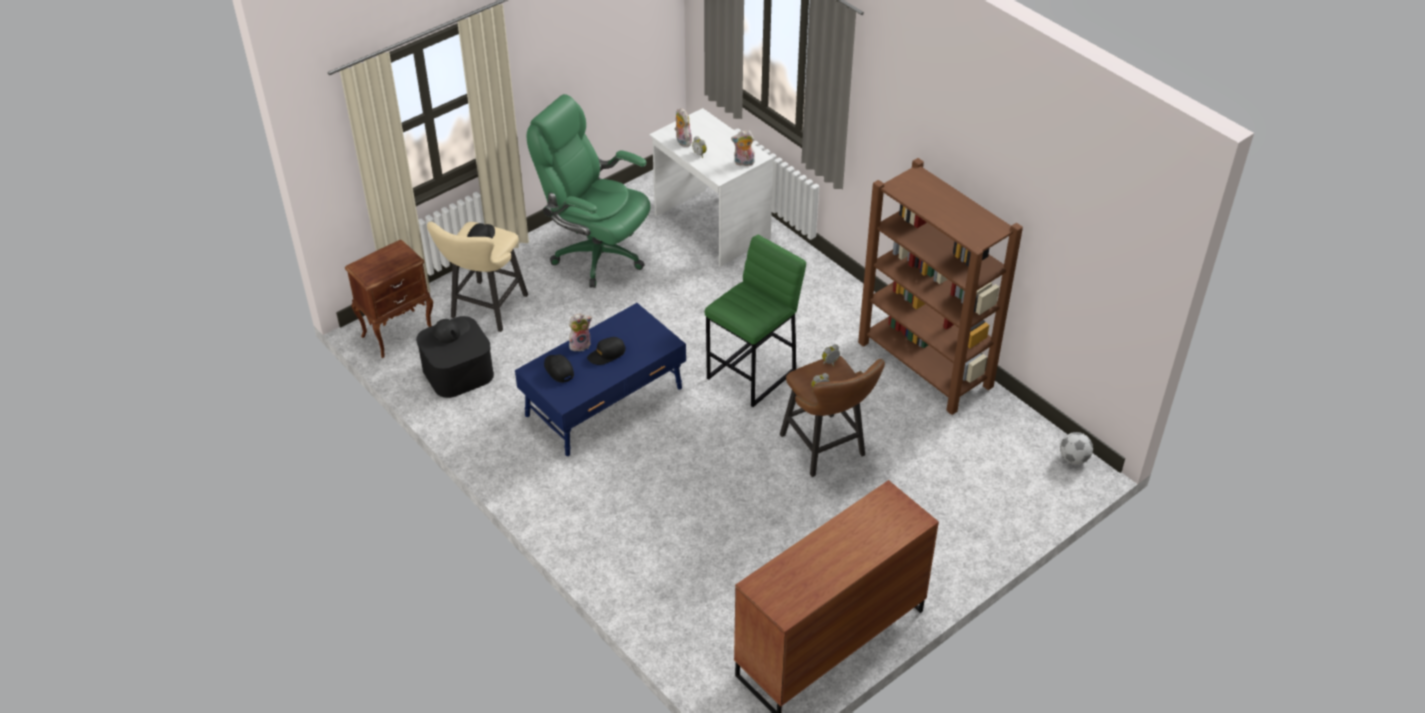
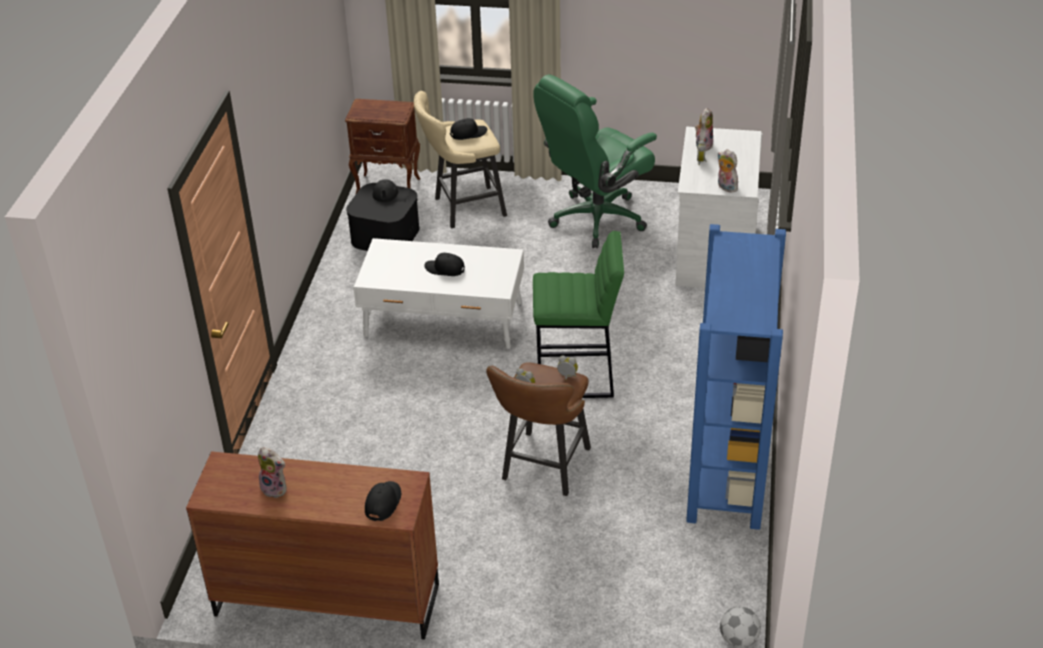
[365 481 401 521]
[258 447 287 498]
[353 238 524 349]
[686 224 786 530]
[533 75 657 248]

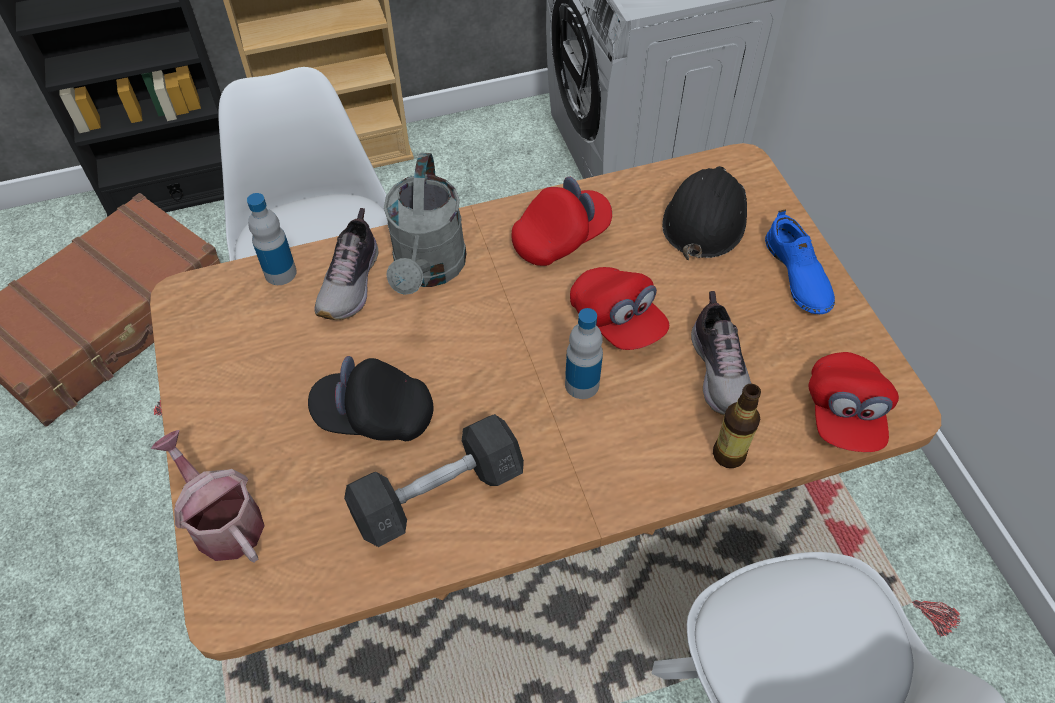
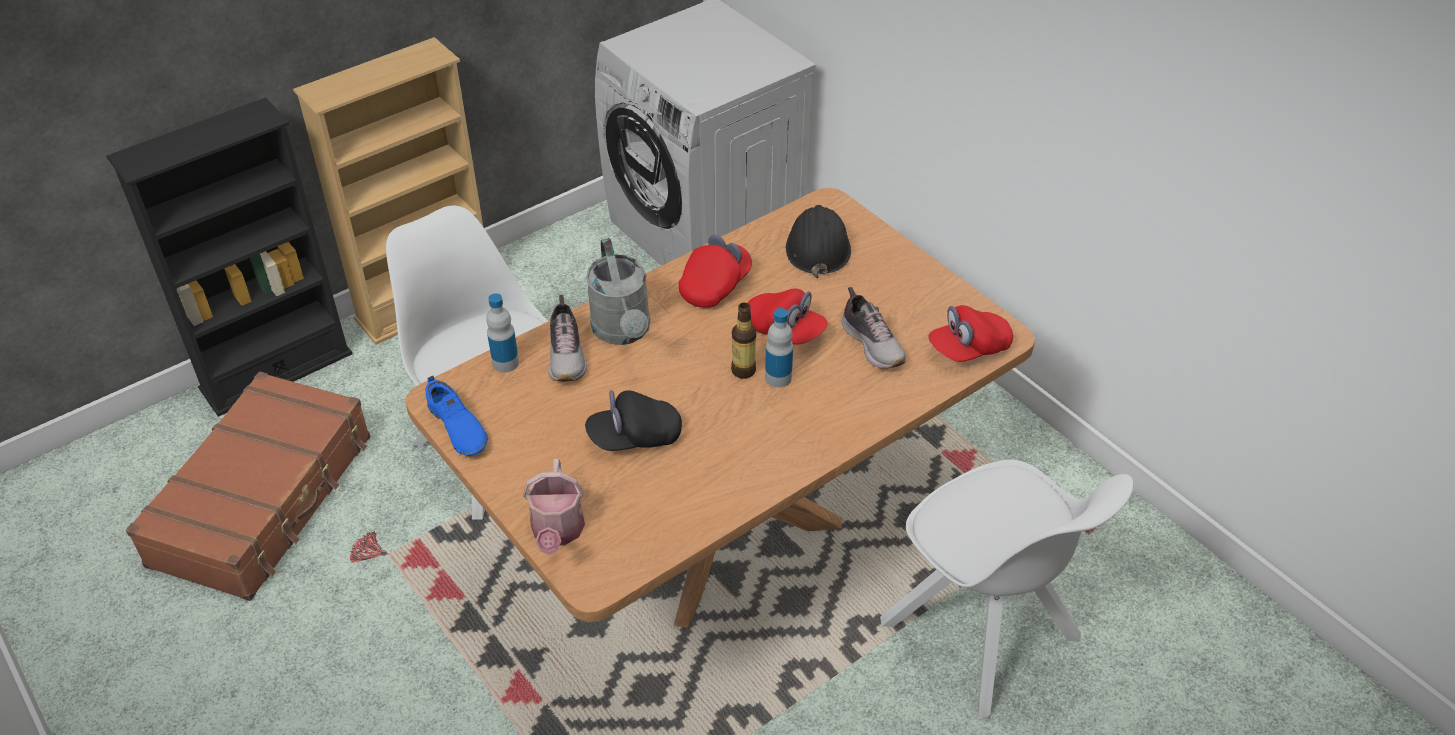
[344 414 524 547] (first image)
[731 303 756 379]
[426 376 488 456]
[523 459 585 555]
[928 305 1013 362]

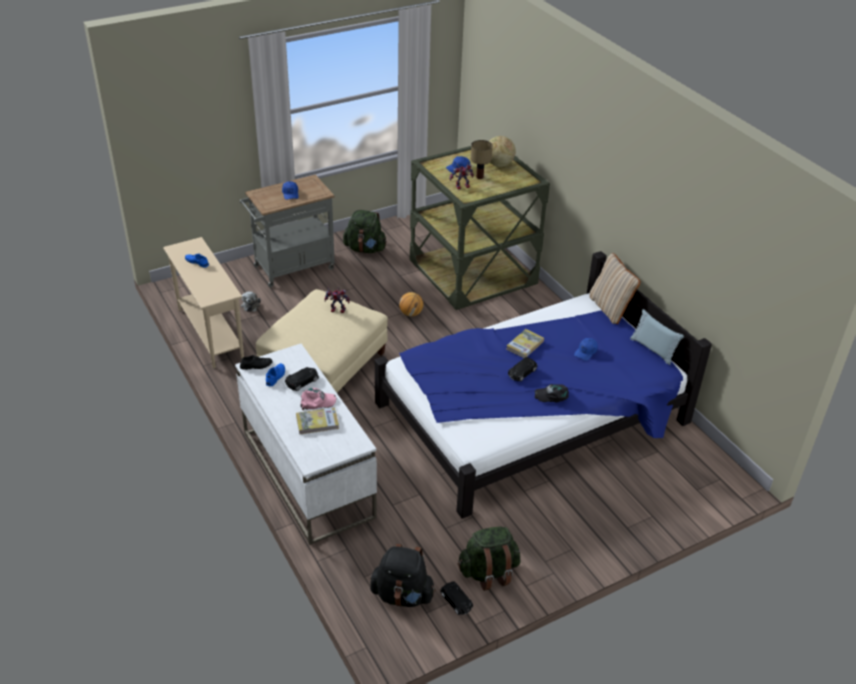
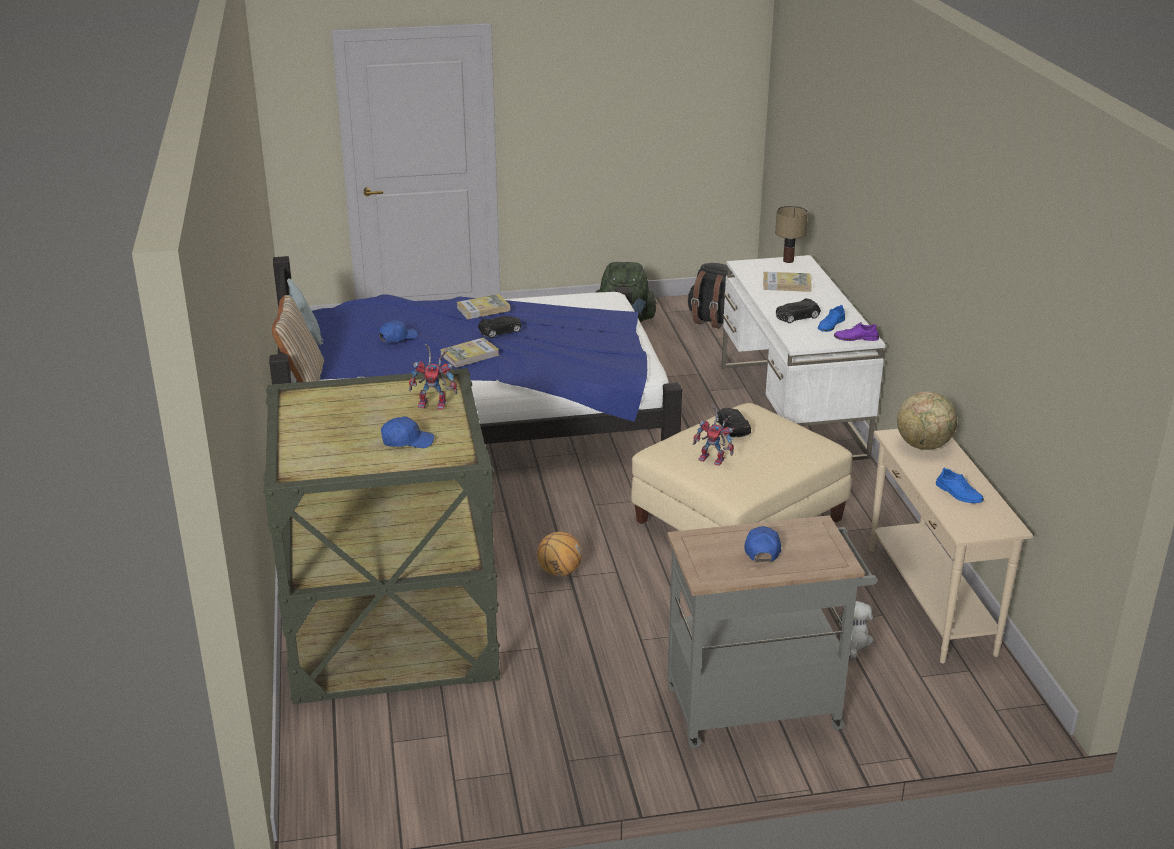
[300 388 337 410] (first image)
[343 210 387 253] (first image)
[715 408 751 438]
[775 206 808 263]
[897 391 957 450]
[457 294 511 319]
[834 322 879 341]

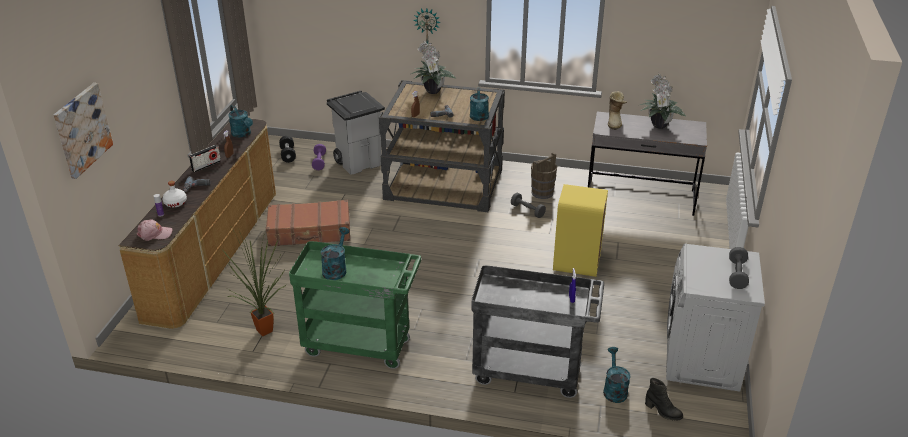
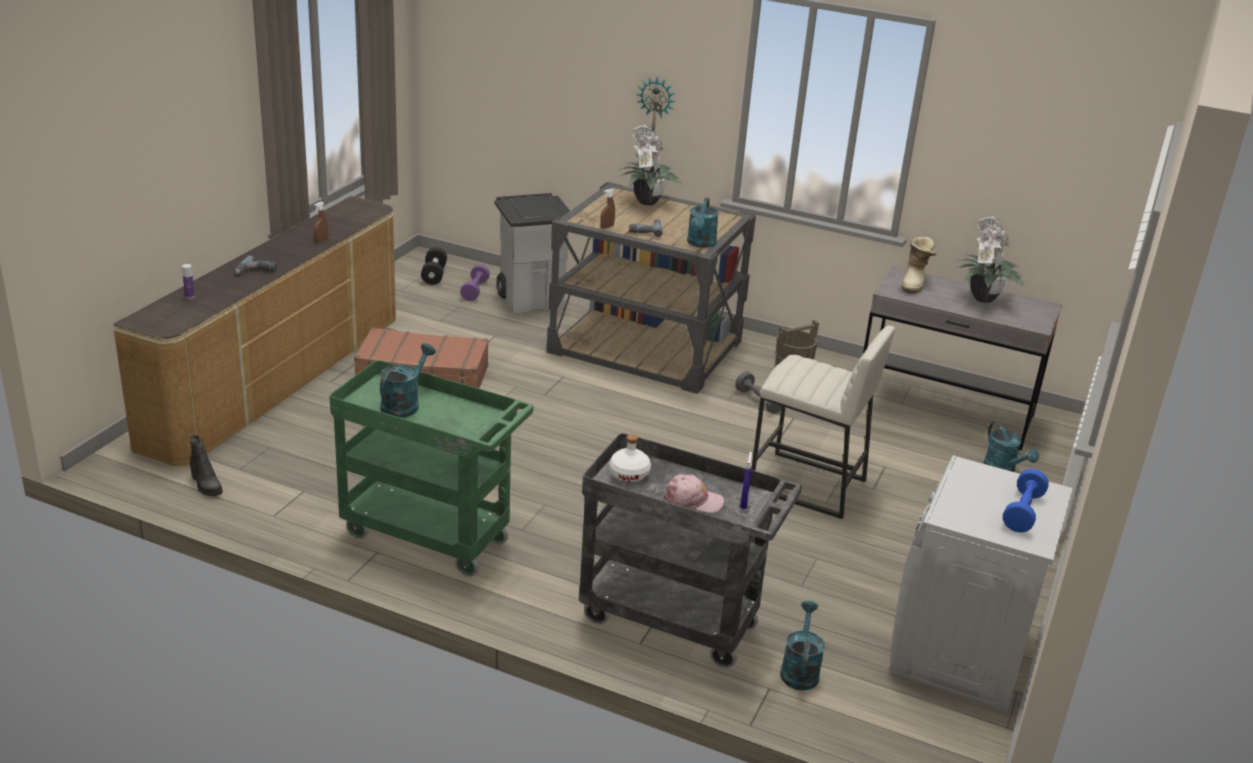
[54 83 113 179] (first image)
[189 145 221 172] (first image)
[223 230 286 336] (first image)
[664 474 724 513]
[609 434 651 482]
[984 421 1039 472]
[190 435 223 496]
[751 325 895 519]
[1003 469 1049 533]

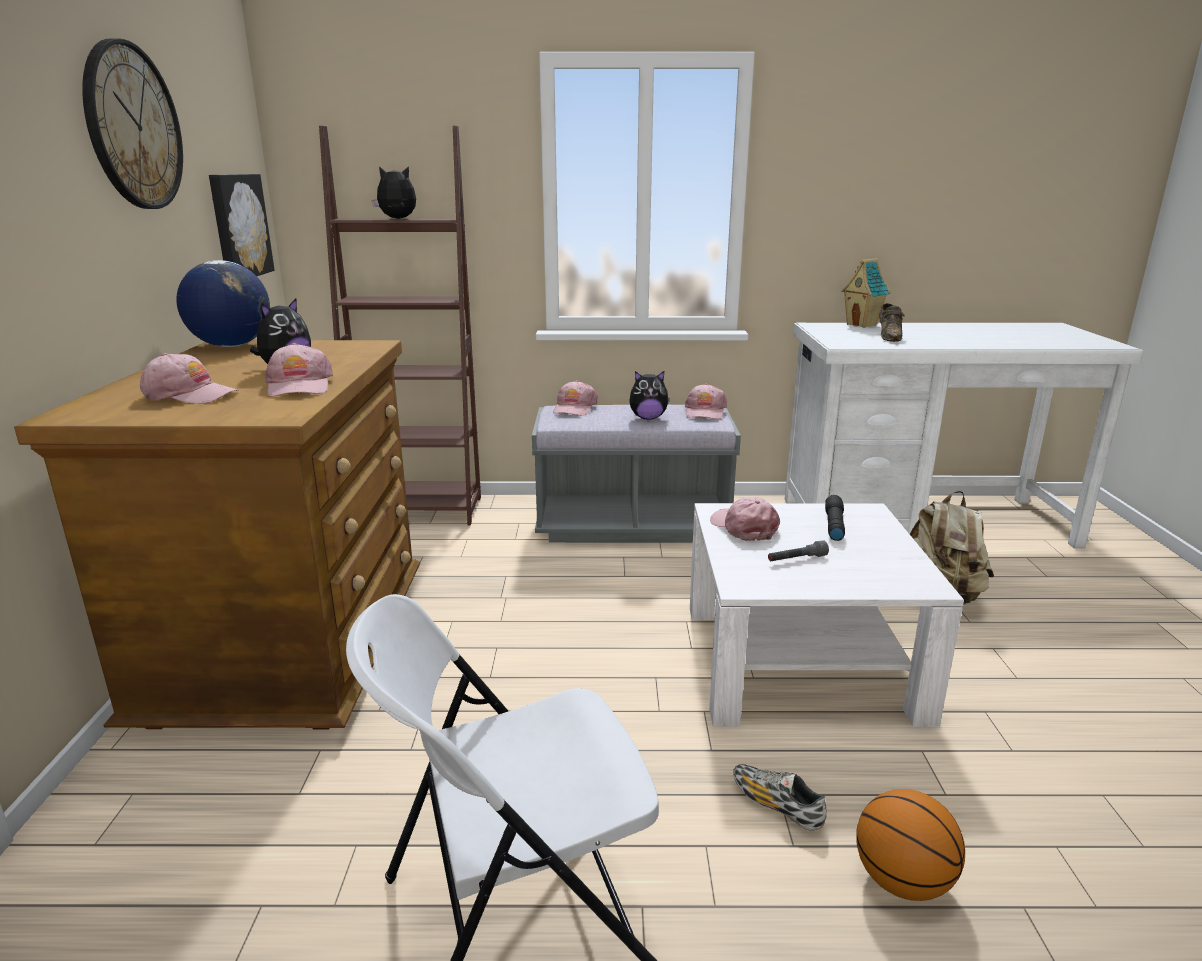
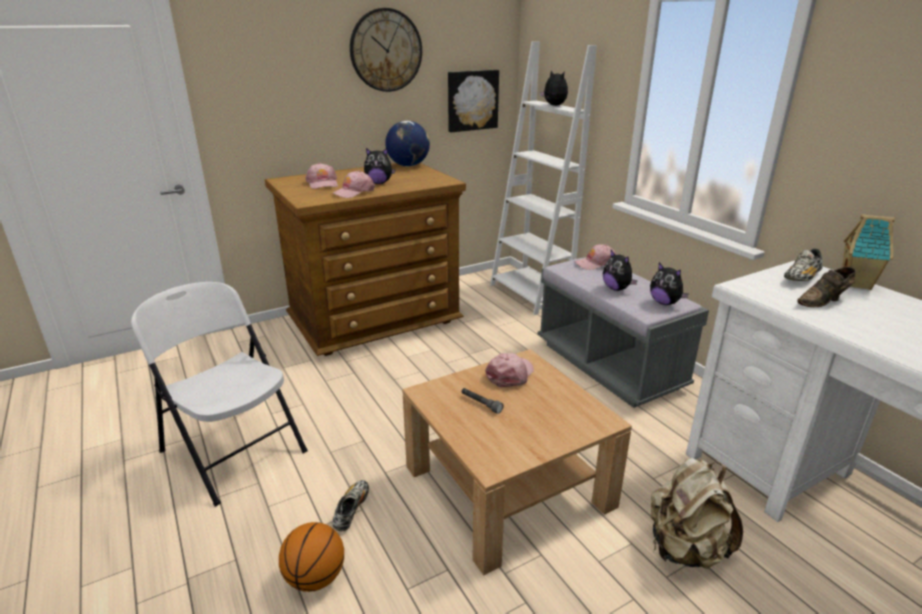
[825 495 845 541] (first image)
[784 249 823 281]
[650 263 689 305]
[490 41 597 315]
[402 349 632 575]

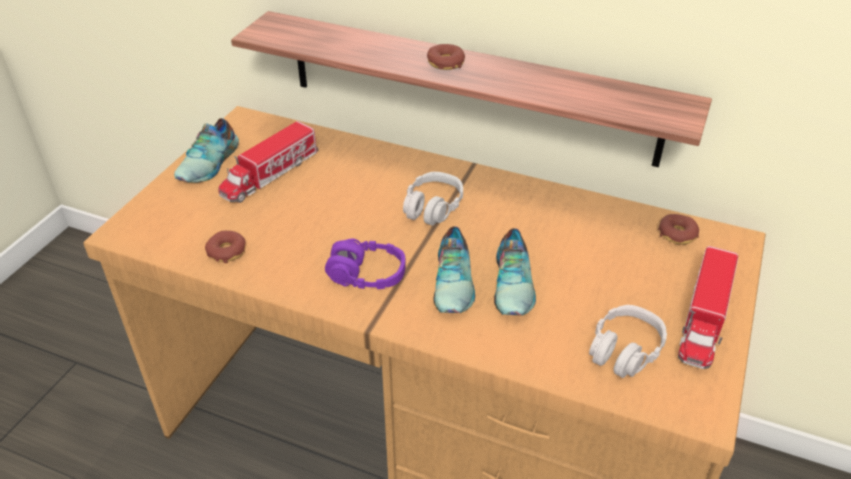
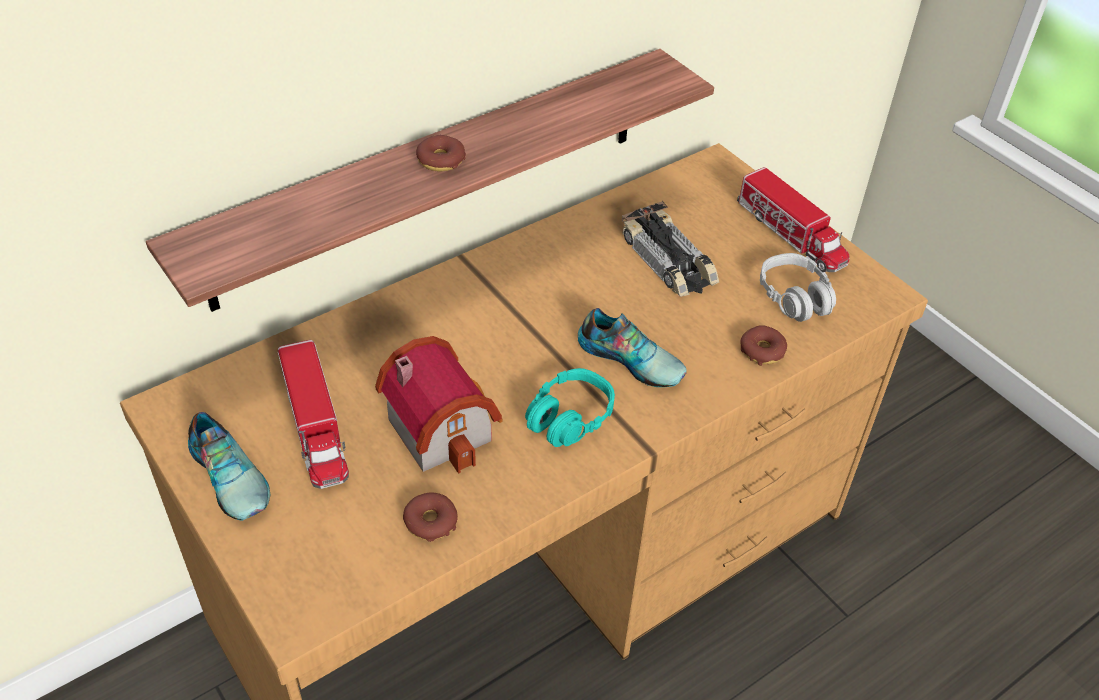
[403 172 463 226] (first image)
[494 228 536 315] (first image)
[375 336 503 474]
[622 201 719 297]
[741 325 787 366]
[525 368 615 447]

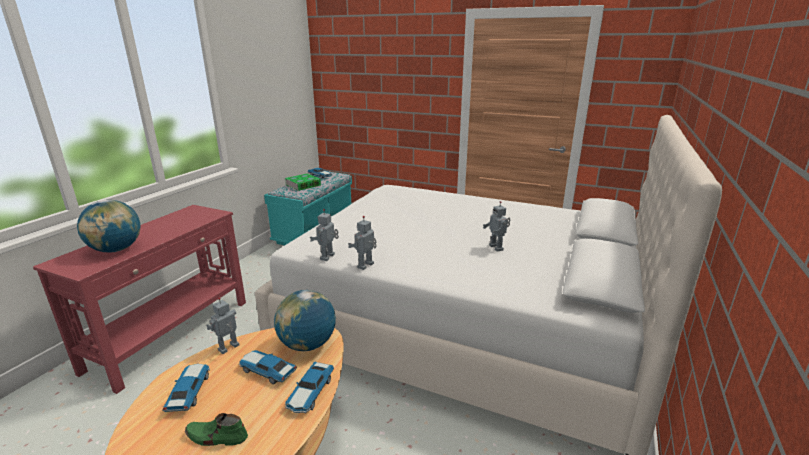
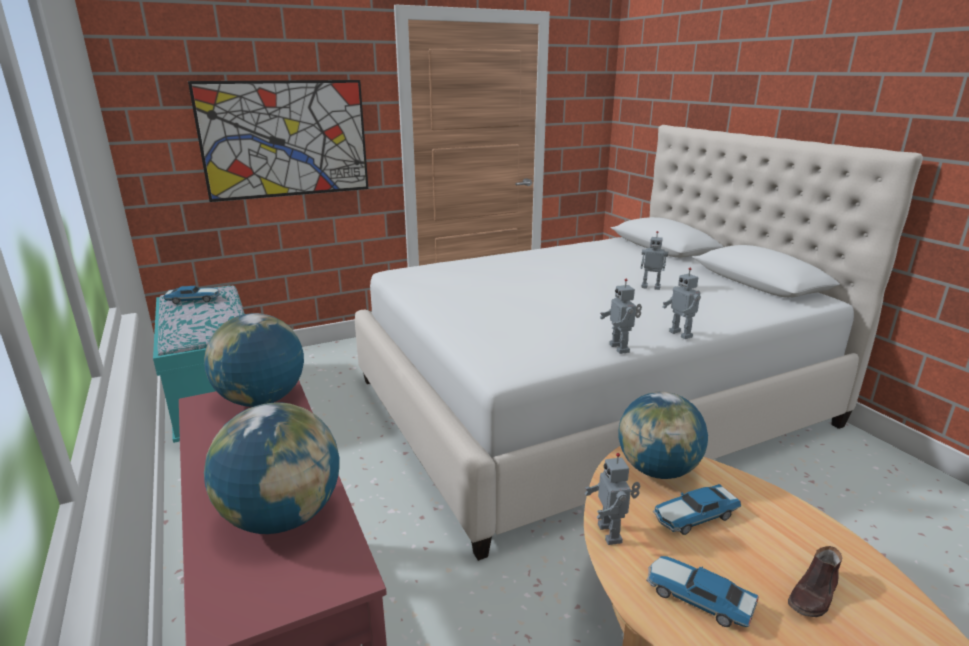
[285 174 321 191] (first image)
[285 362 334 413] (first image)
[188 80 368 202]
[204 313 304 407]
[662 268 701 339]
[788 546 842 617]

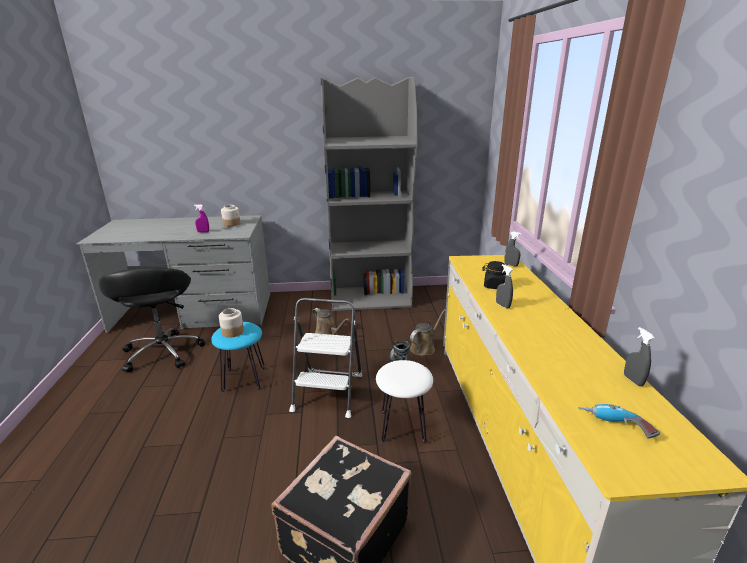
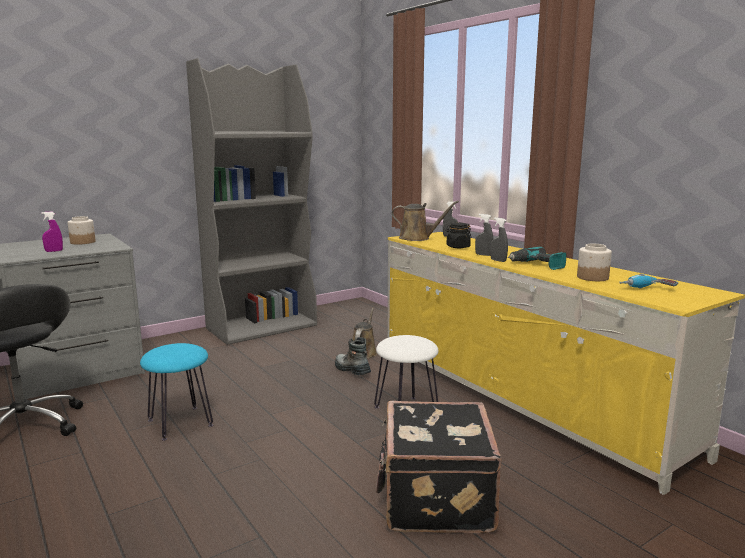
[289 298 362 418] (first image)
[508 246 567 270]
[577 244 612 281]
[392 201 459 241]
[490 218 508 262]

